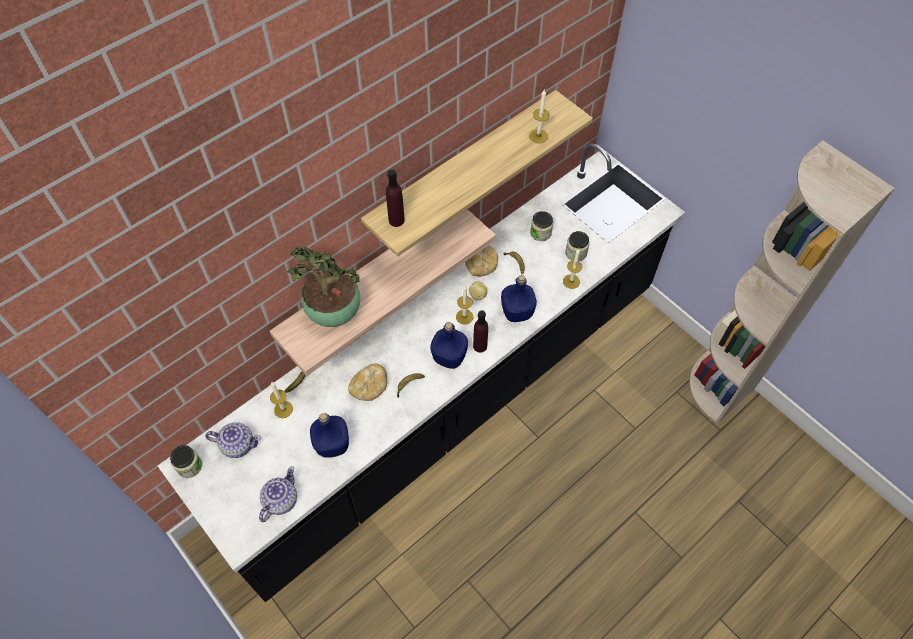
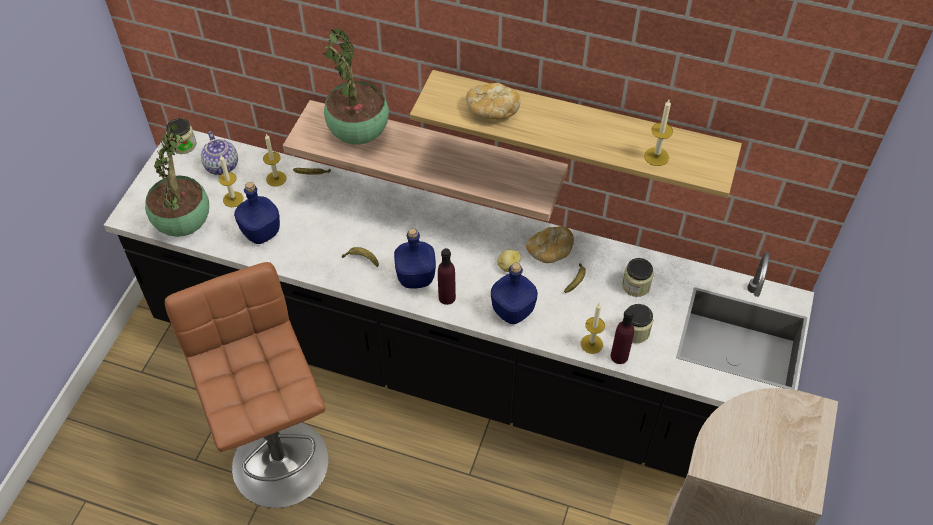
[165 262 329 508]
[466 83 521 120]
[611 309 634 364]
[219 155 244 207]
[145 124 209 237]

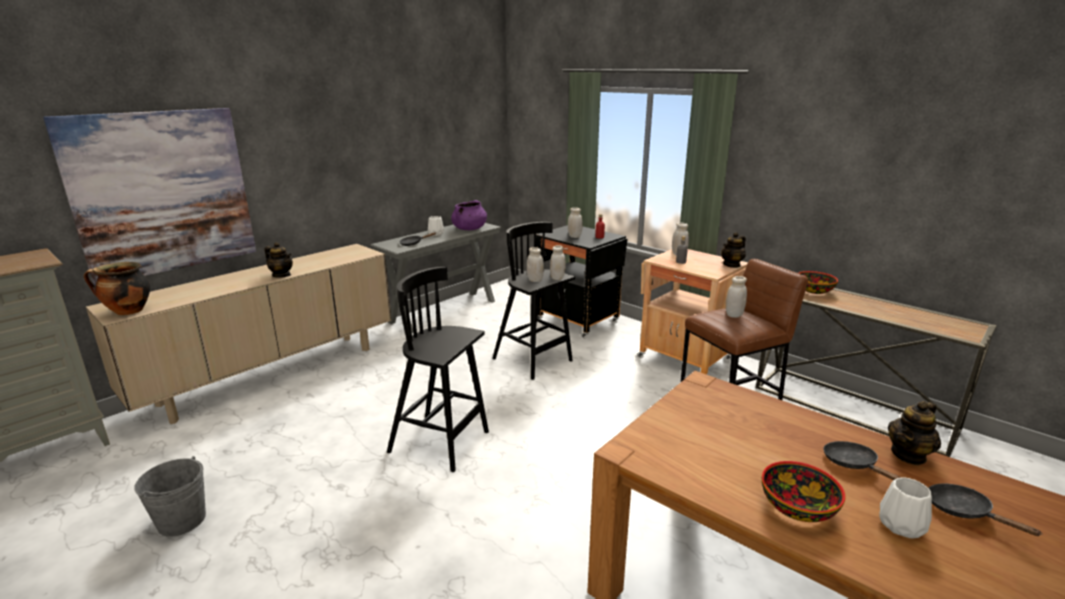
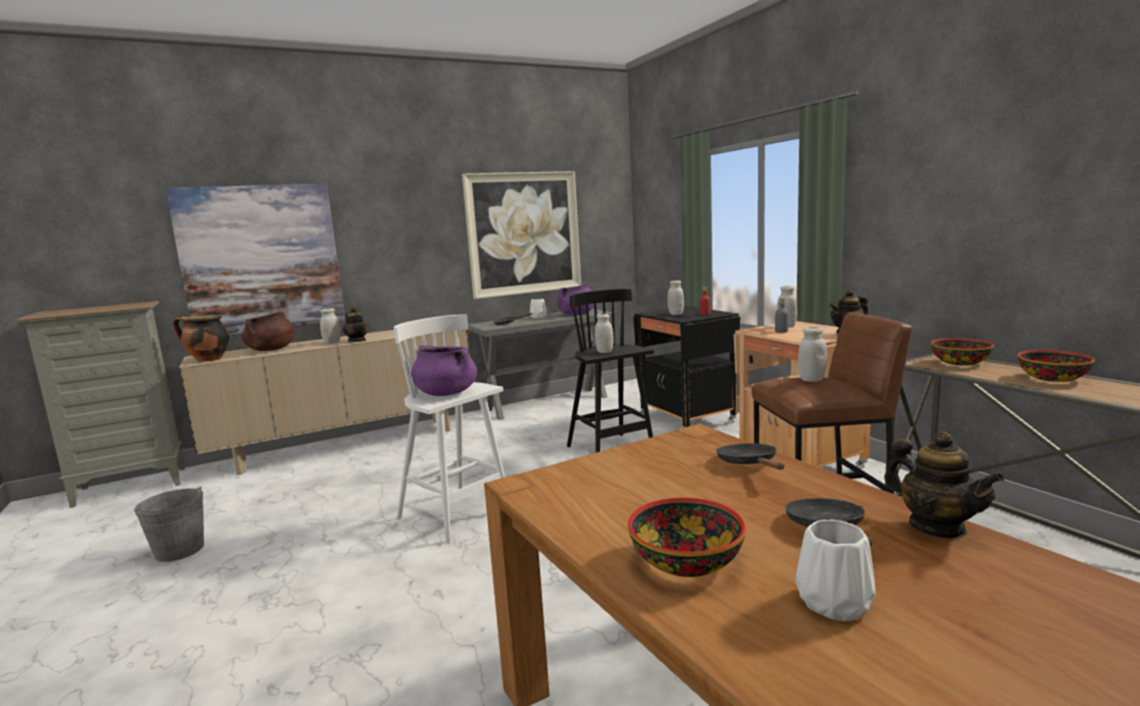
[242 312 295 351]
[411 346 477 396]
[462 171 581 299]
[1017 350 1095 382]
[320 308 341 344]
[716 443 784 470]
[394 314 505 544]
[884 432 1004 538]

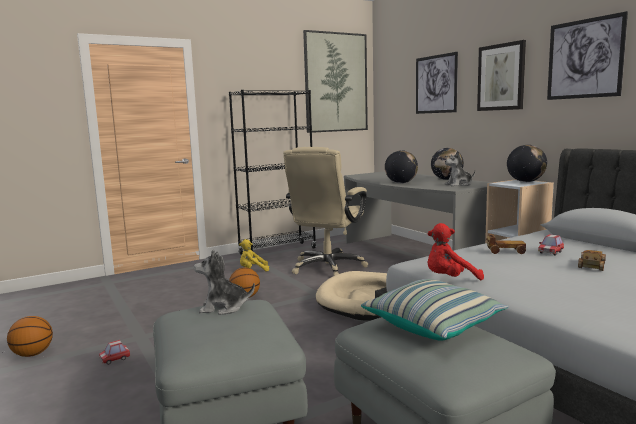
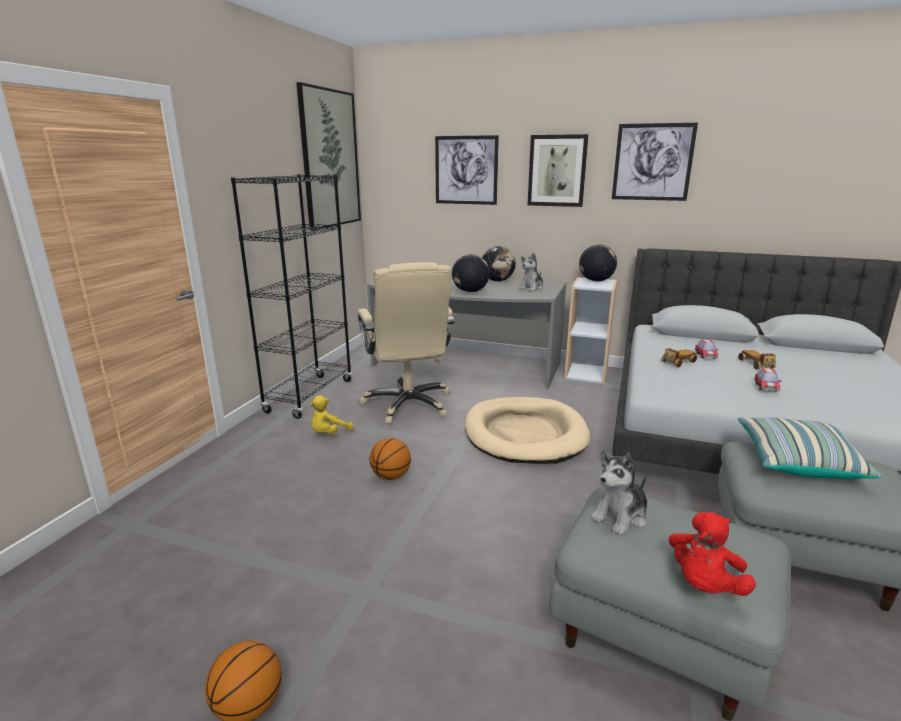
[754 368 781 392]
[669 512 756 596]

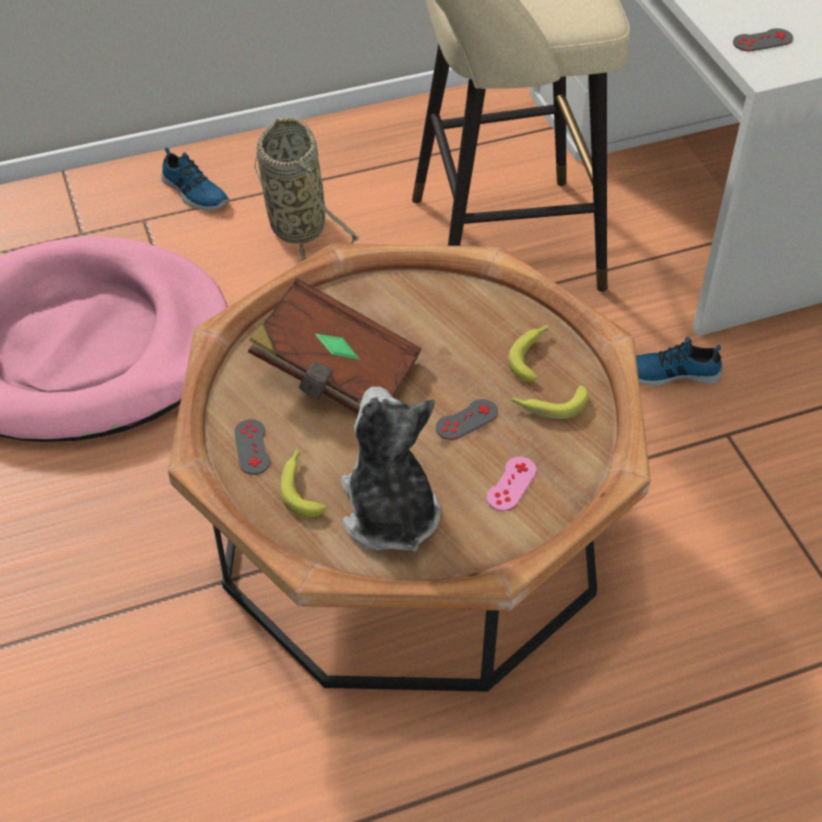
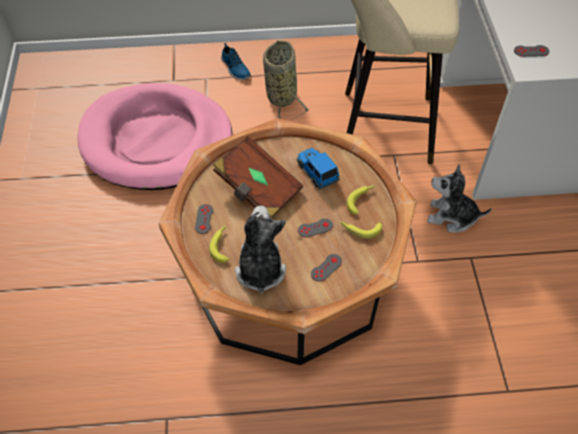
[297 148 340 190]
[427 164 492 232]
[311 254 342 282]

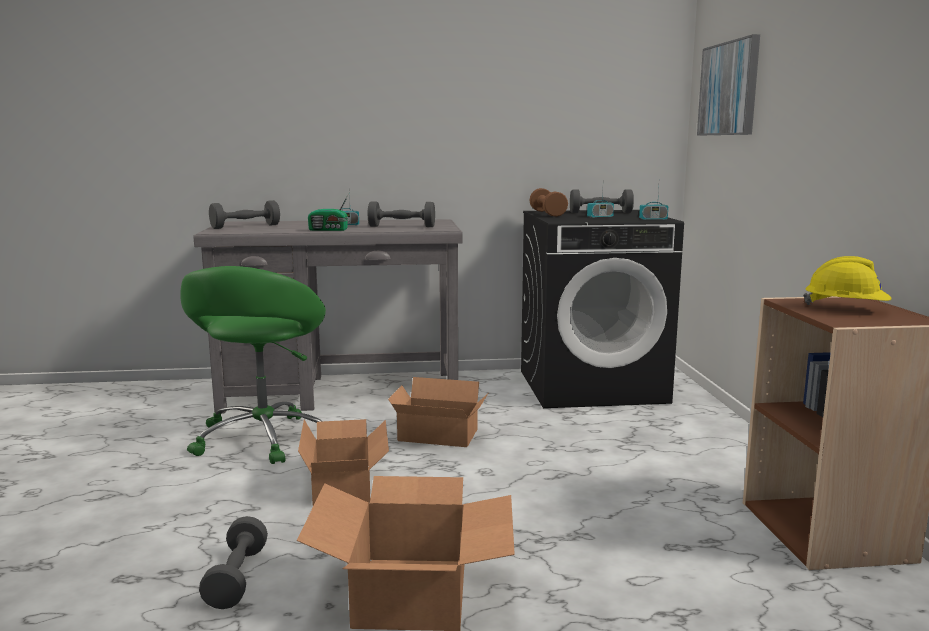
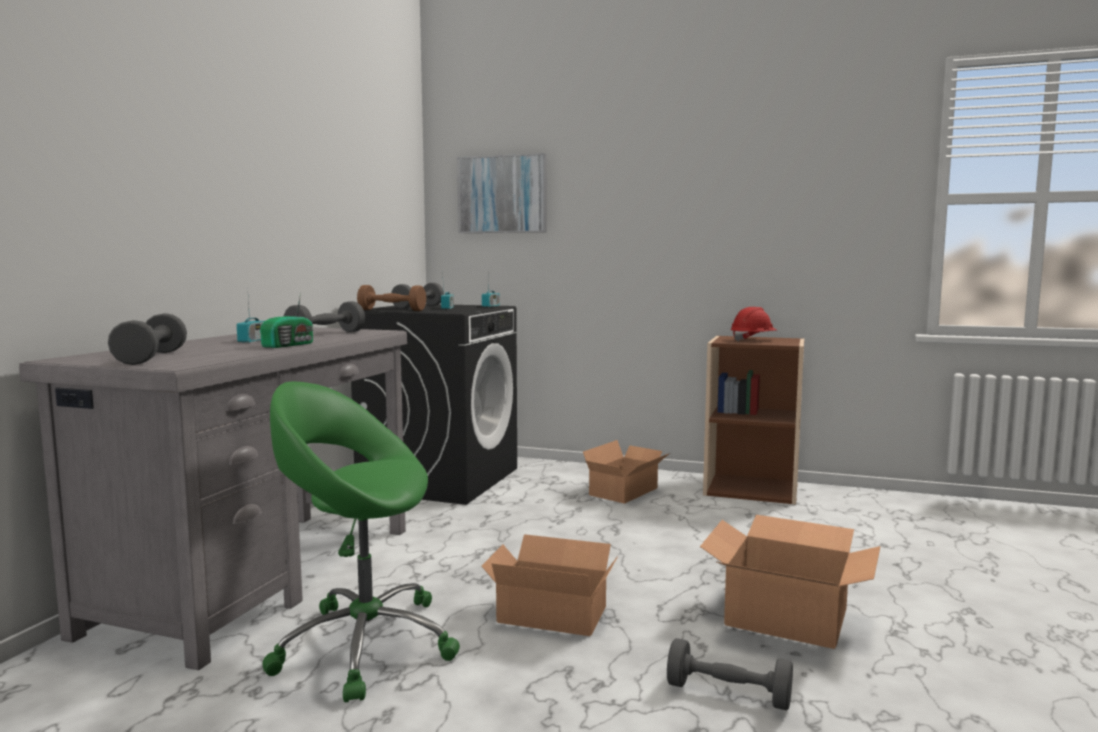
[583 440 670 504]
[731 307 777 342]
[263 381 460 702]

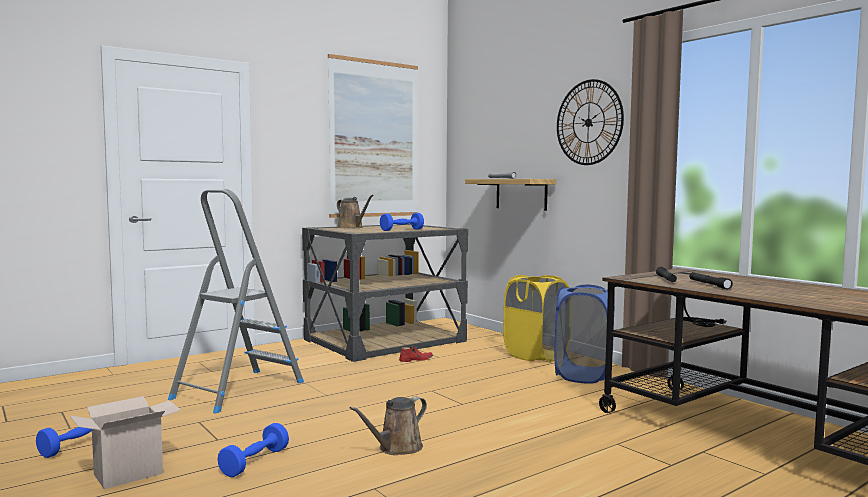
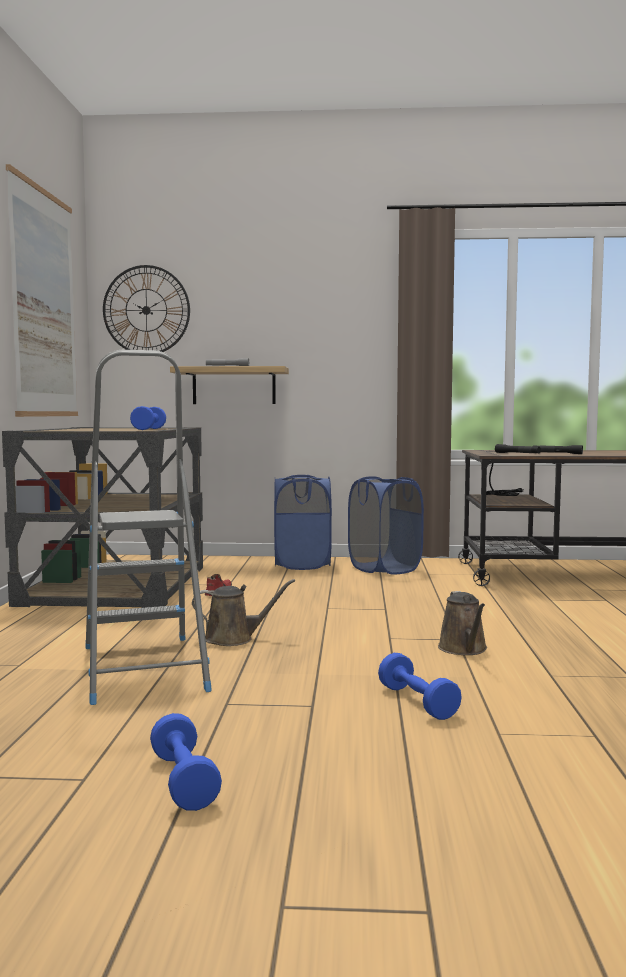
[70 396 181 489] (first image)
[192 579 295 646]
[103 265 190 352]
[274 475 332 570]

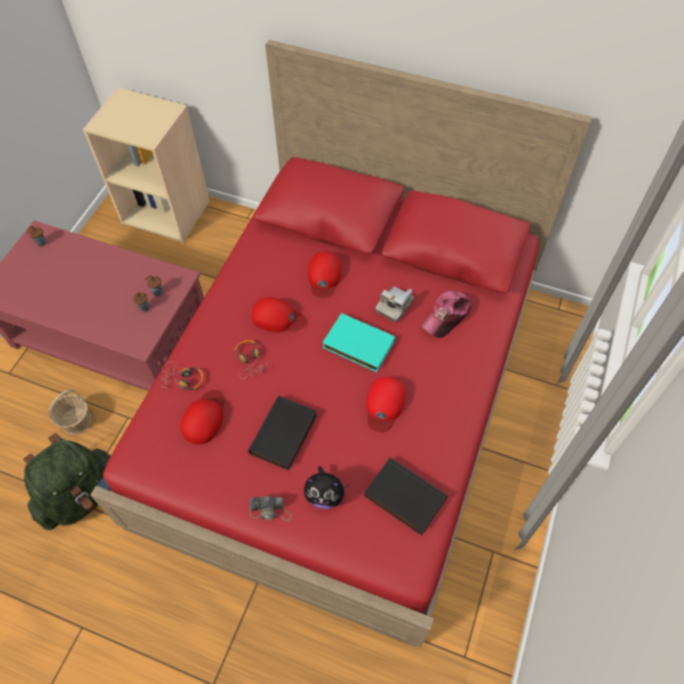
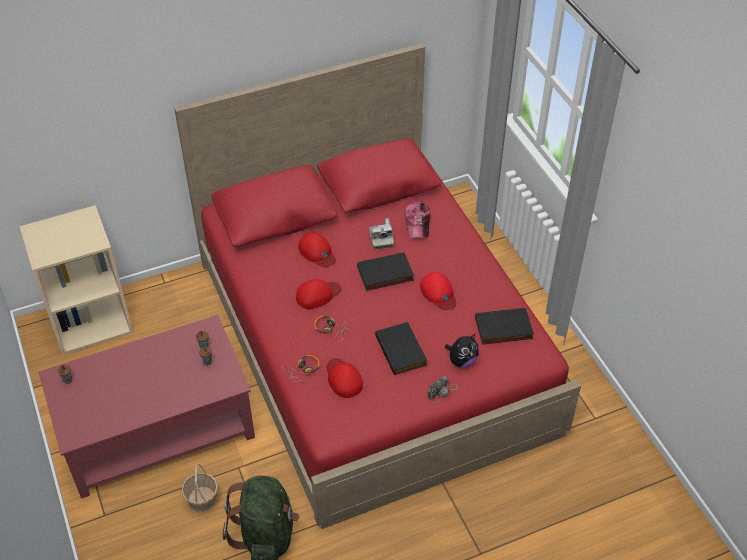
[357 252 414 291]

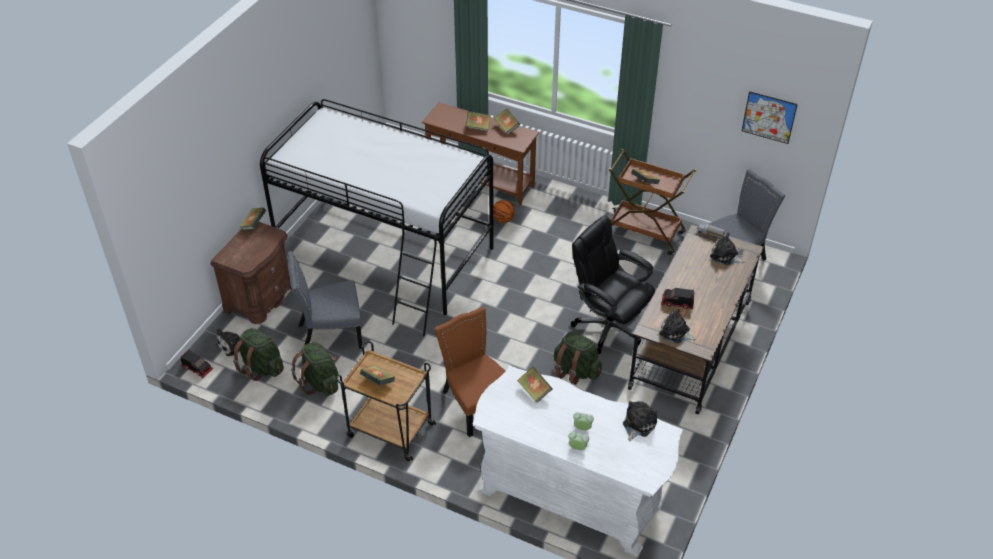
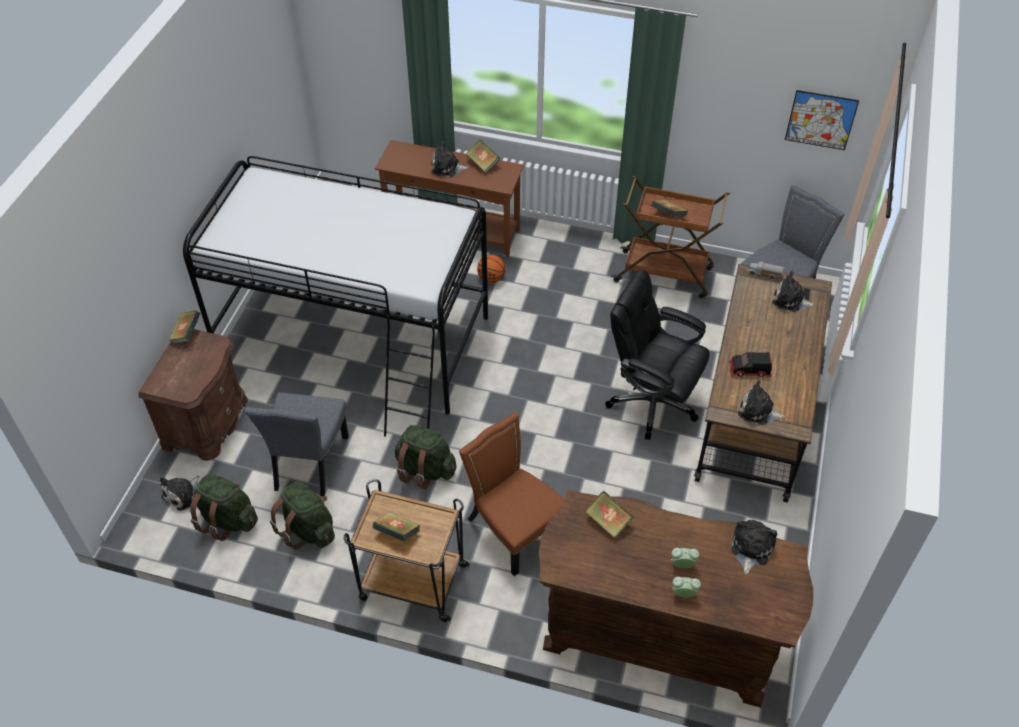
[181 350 214 378] (first image)
[395 425 456 489]
[431 141 469 177]
[539 490 813 708]
[245 392 349 496]

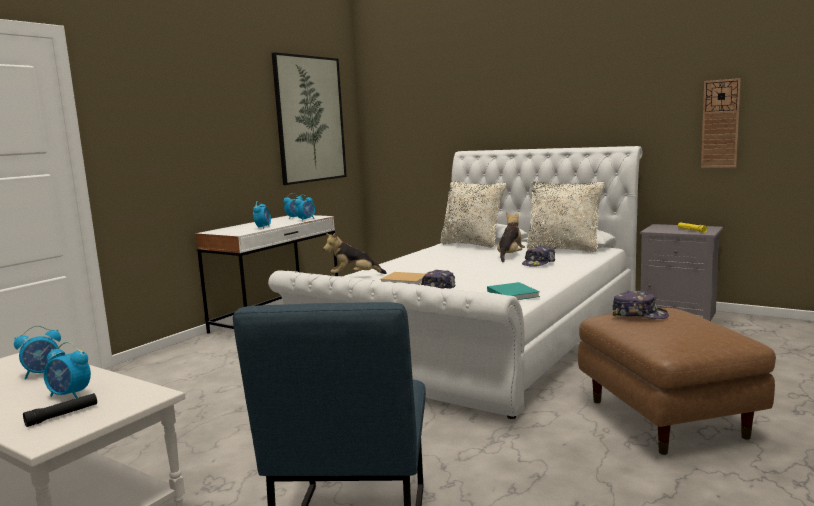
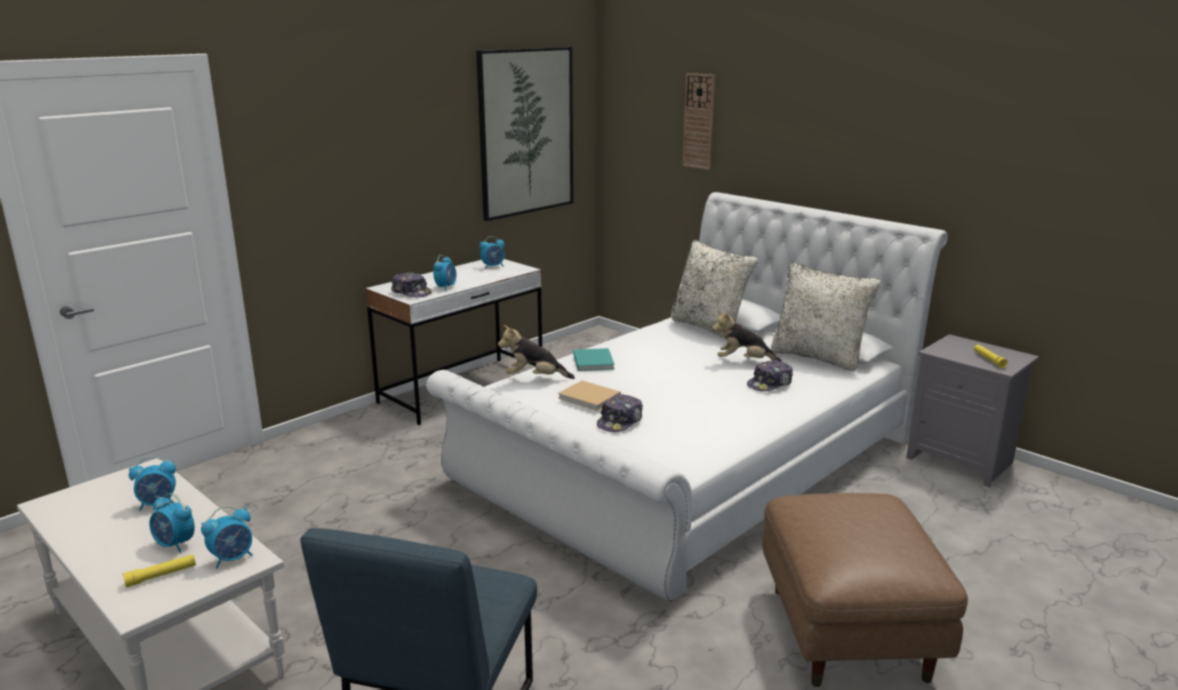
[201 506 252 569]
[573 348 615 371]
[391 272 432 298]
[682 73 715 170]
[123 554 196 587]
[712 310 782 362]

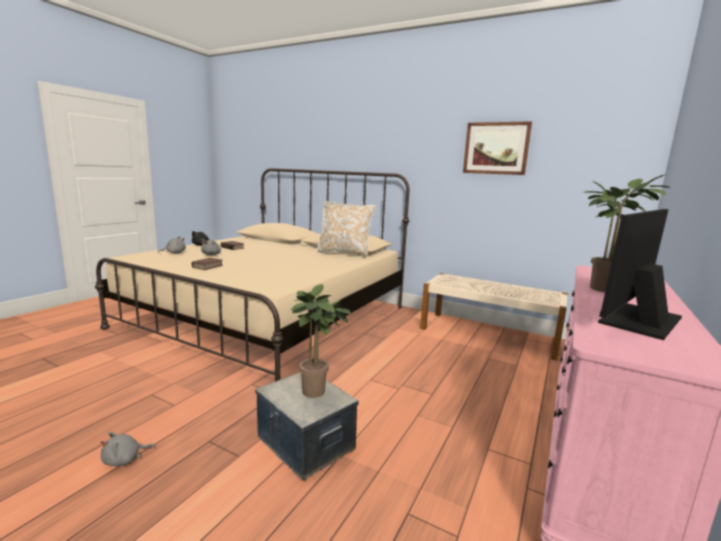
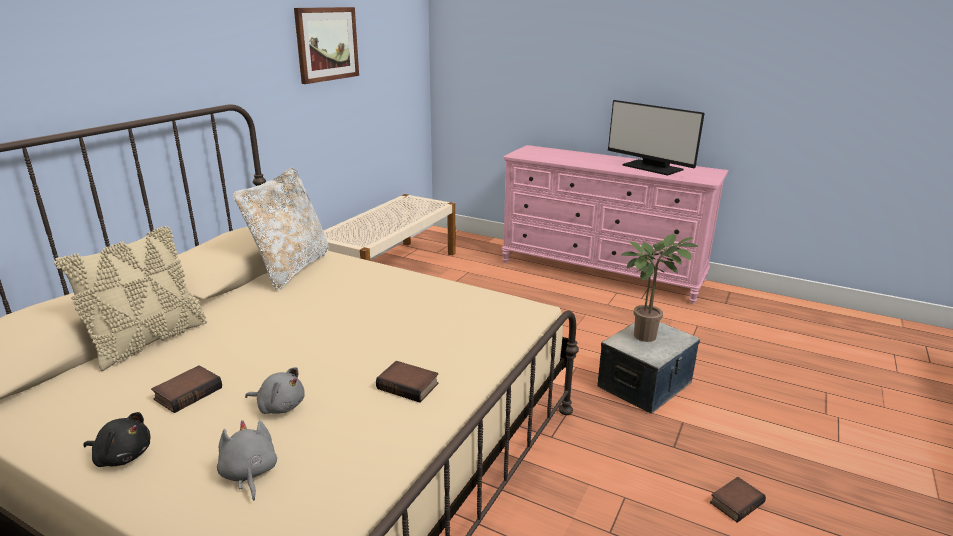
[583 174 670 292] (first image)
[54 226 207 371]
[710 477 766 523]

